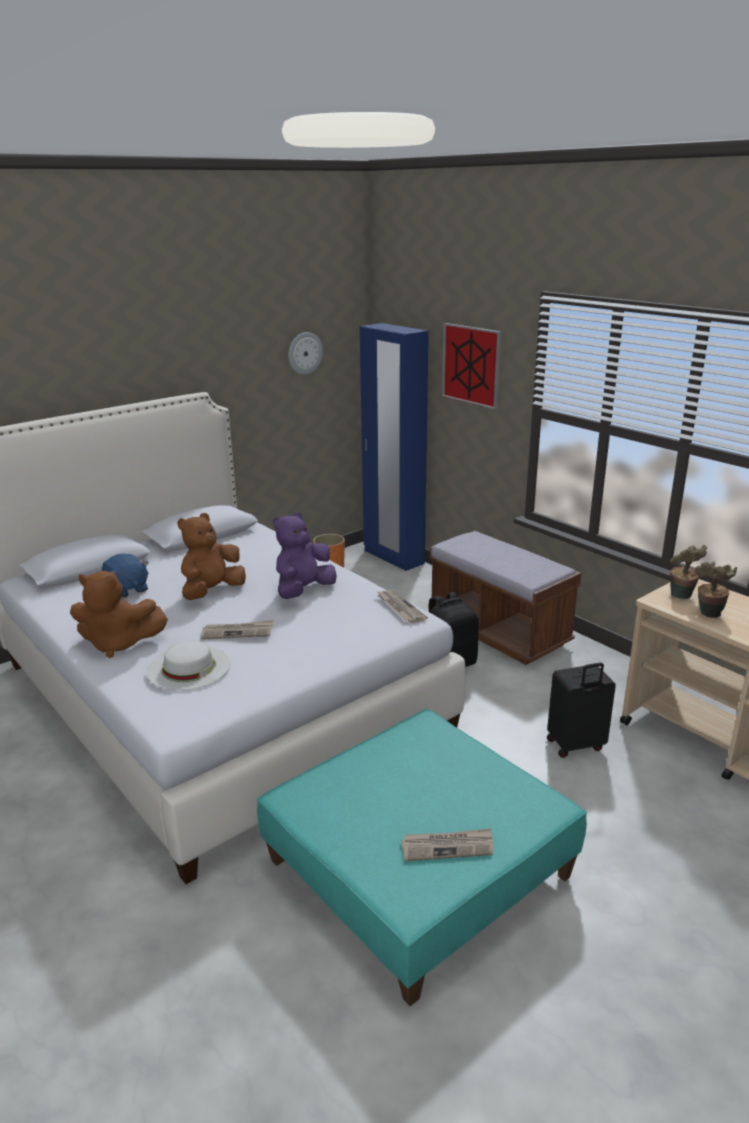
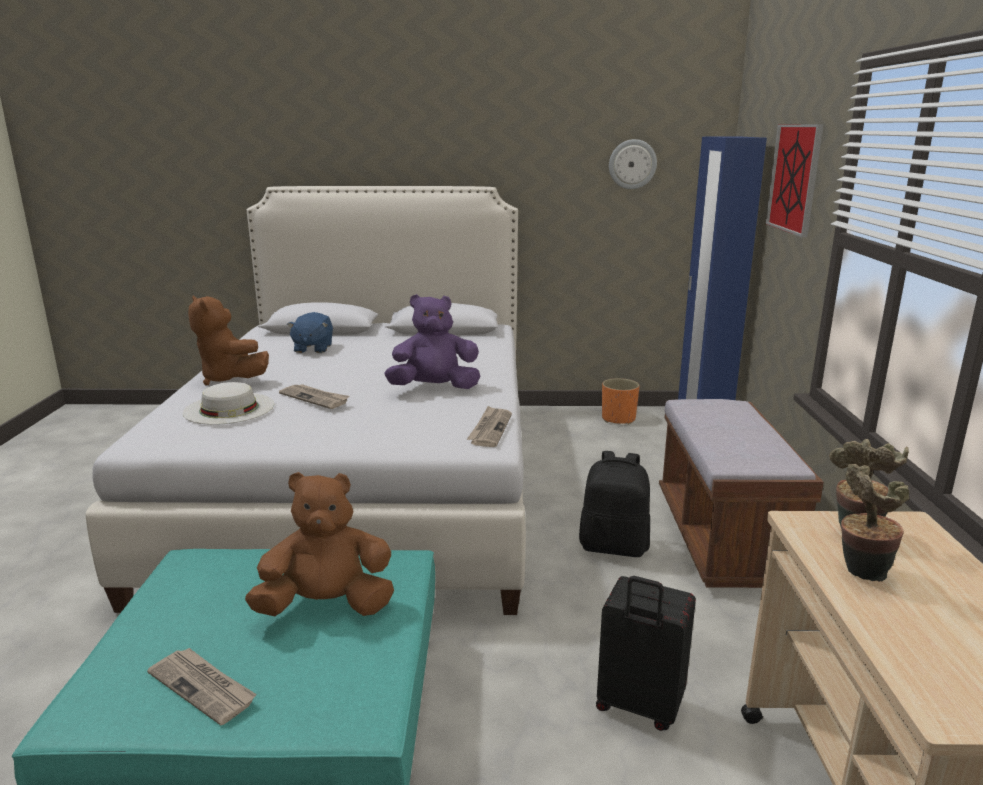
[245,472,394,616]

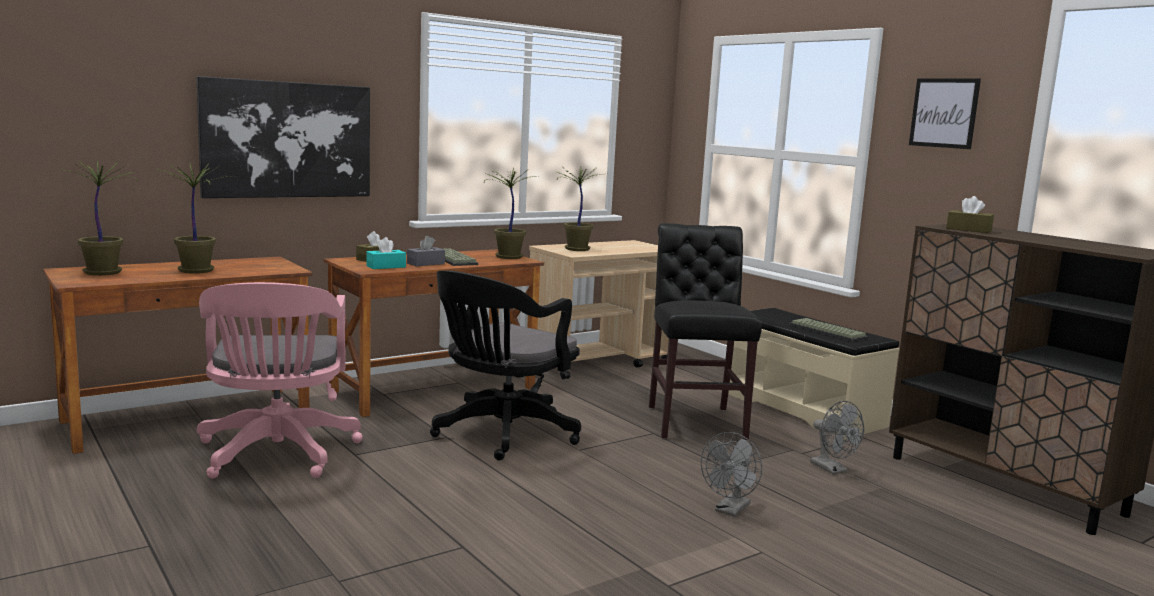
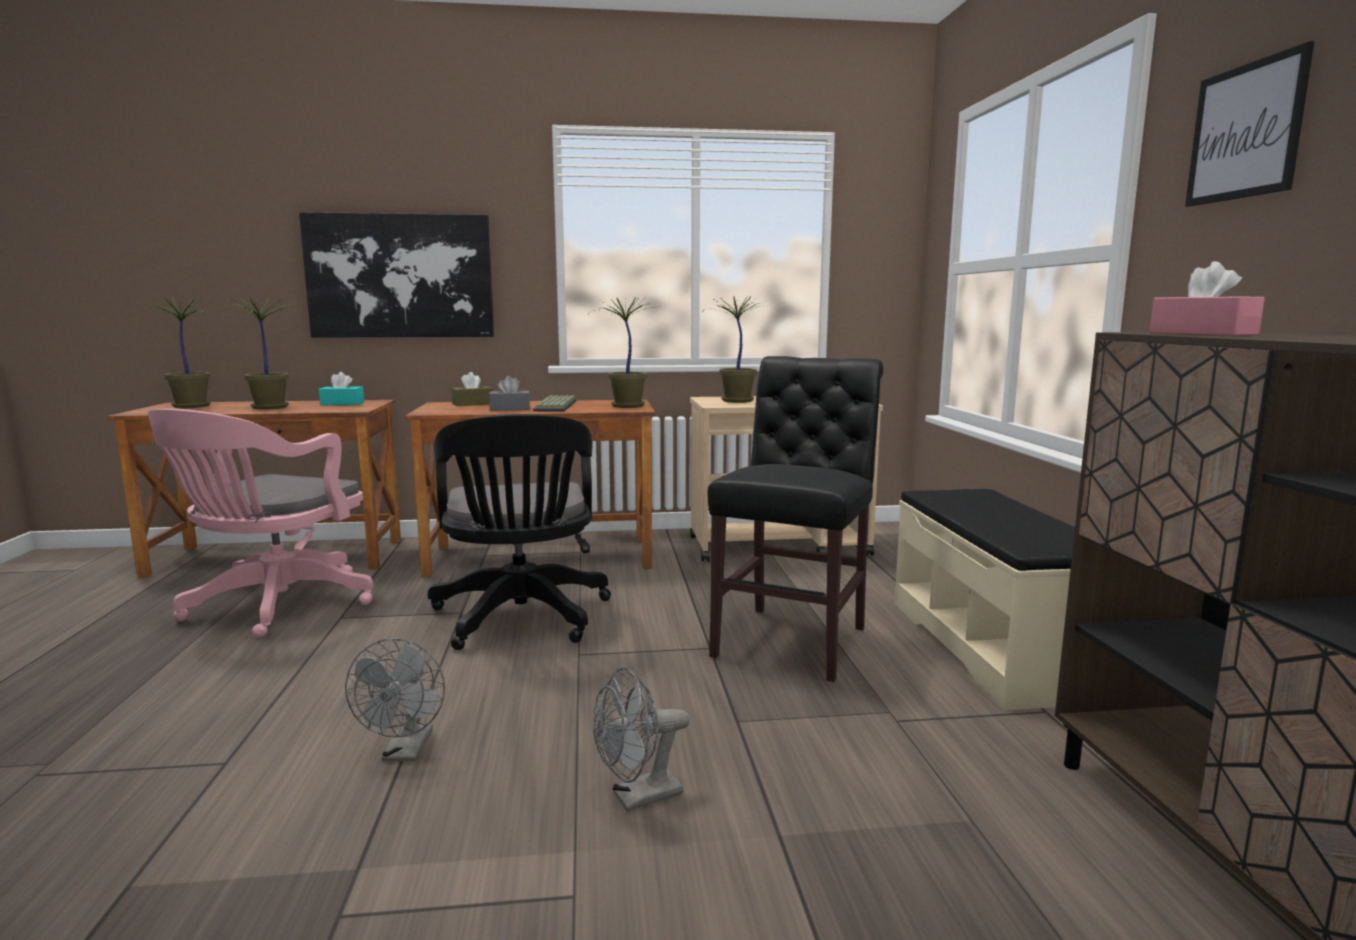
[790,318,868,342] (first image)
[319,372,364,405]
[345,638,445,761]
[1150,261,1265,336]
[428,414,611,650]

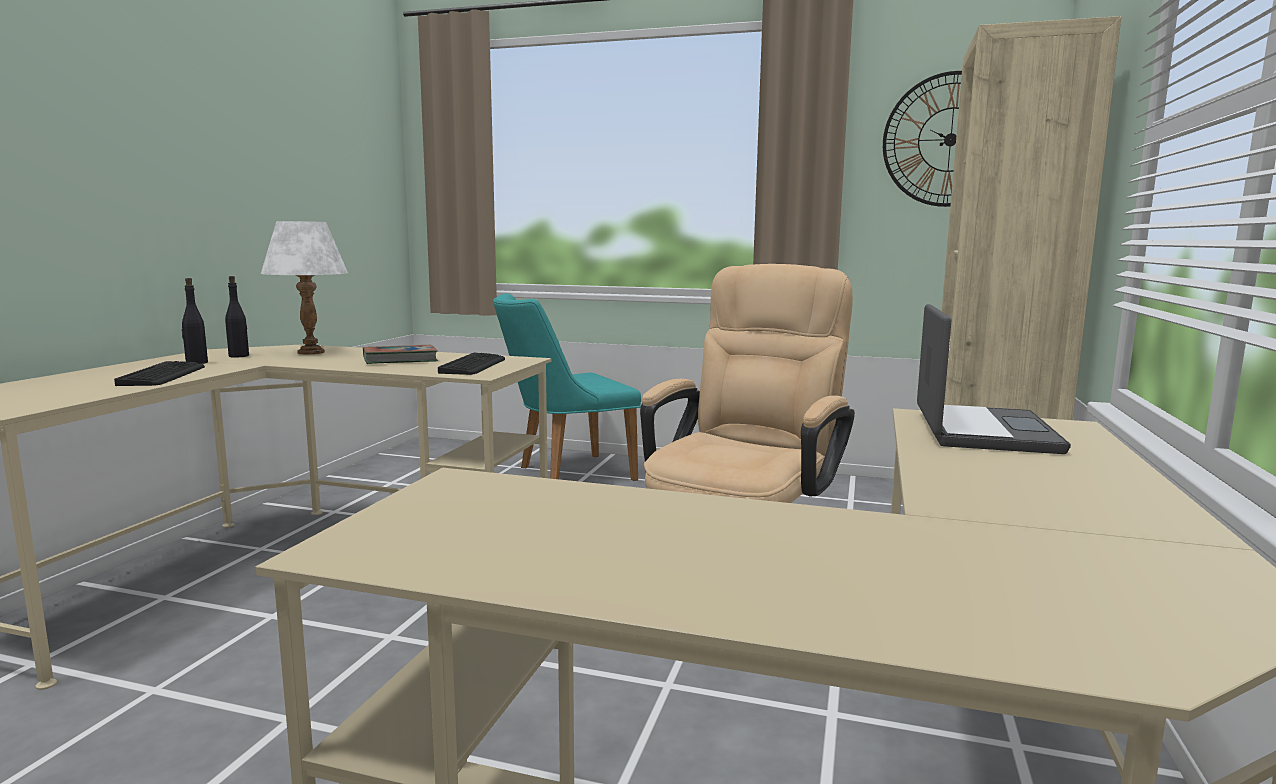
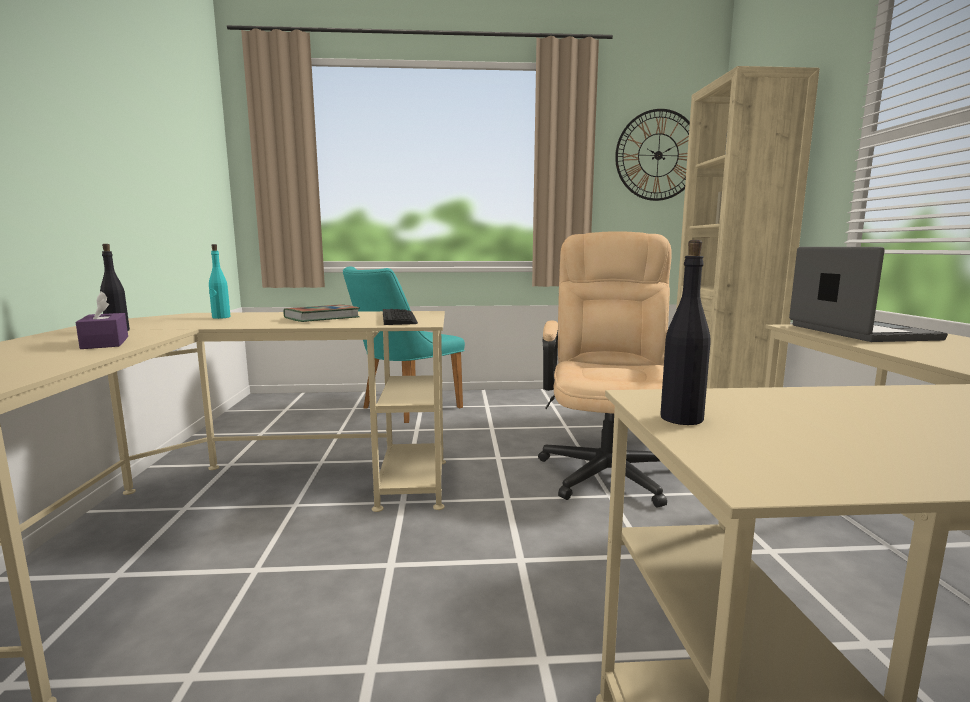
[660,240,710,425]
[76,292,128,349]
[209,244,230,319]

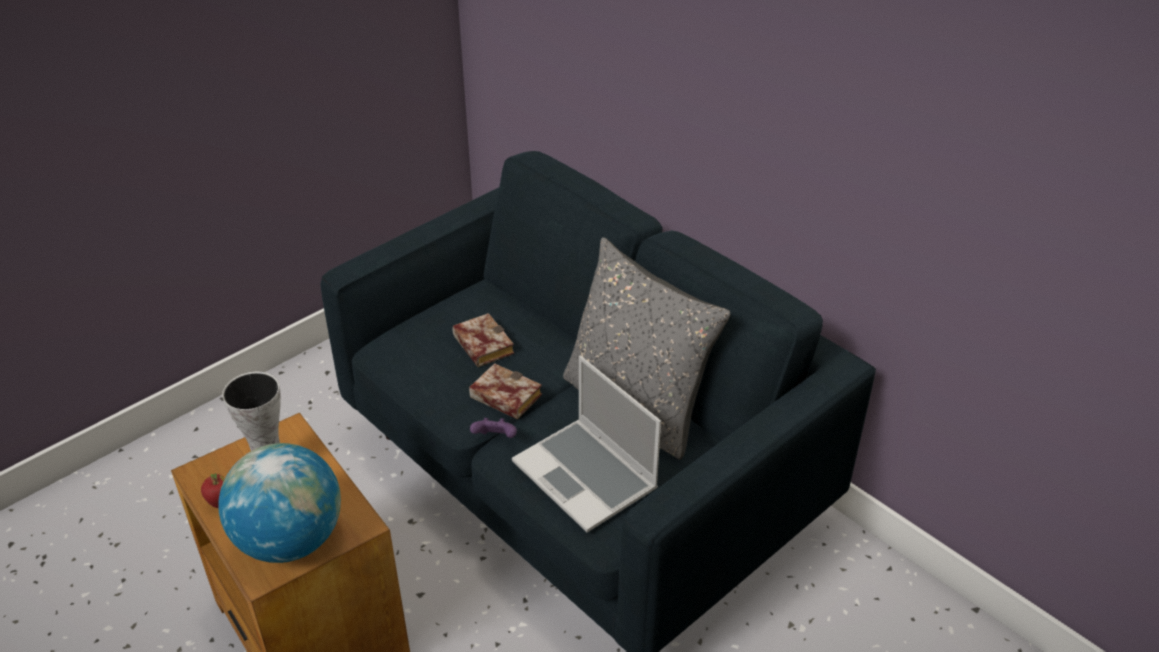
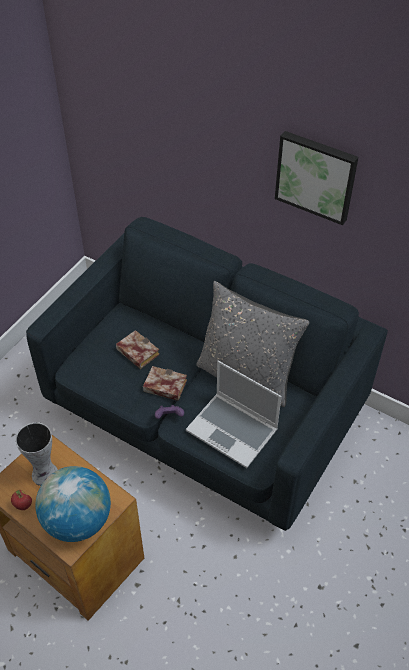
[275,131,358,225]

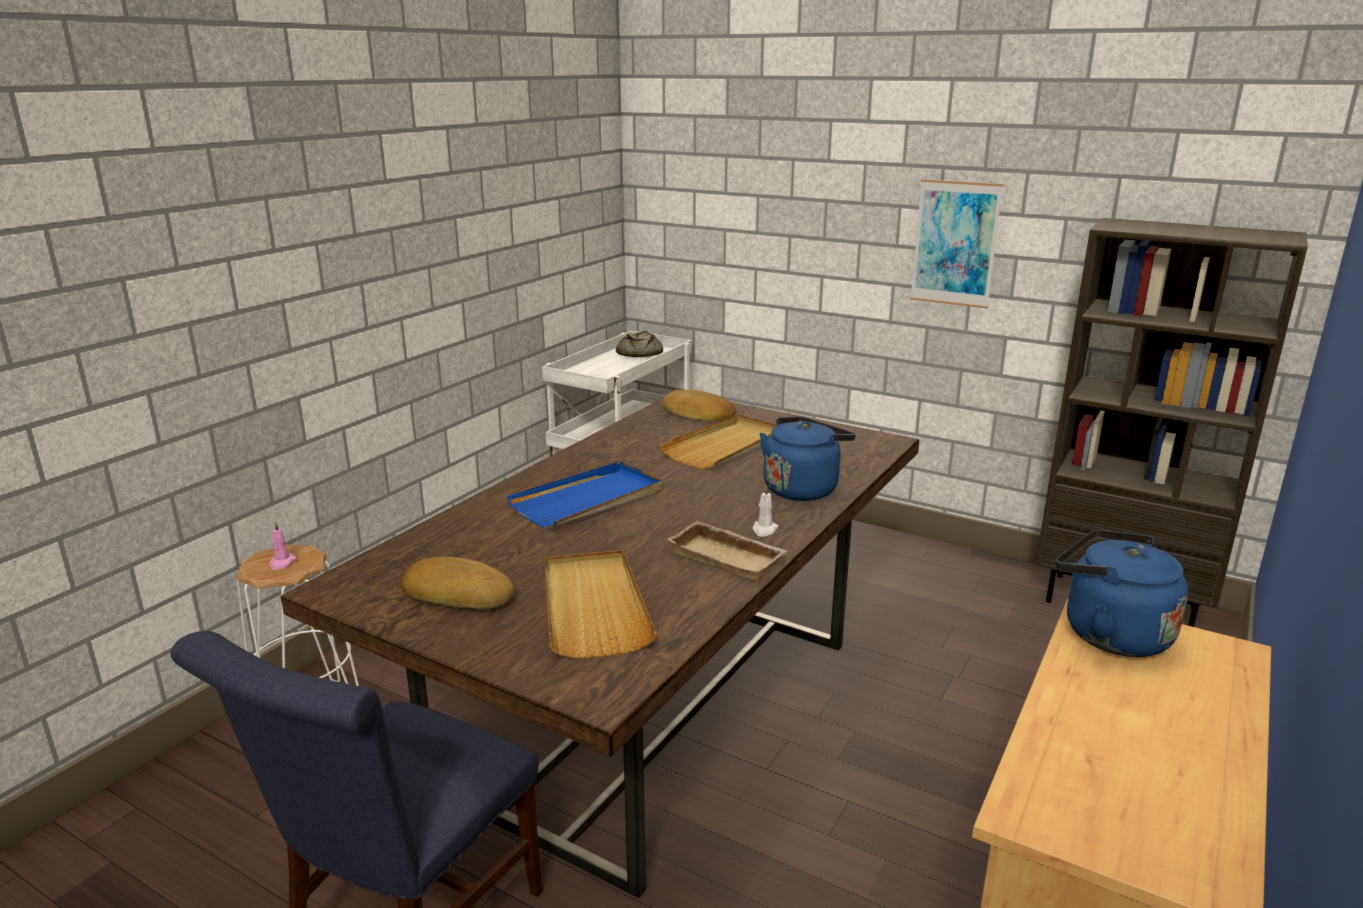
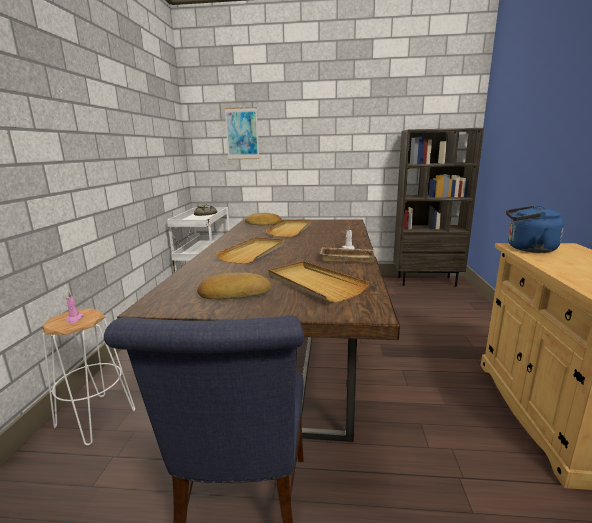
[760,417,856,501] (first image)
[224,107,259,160]
[216,237,285,264]

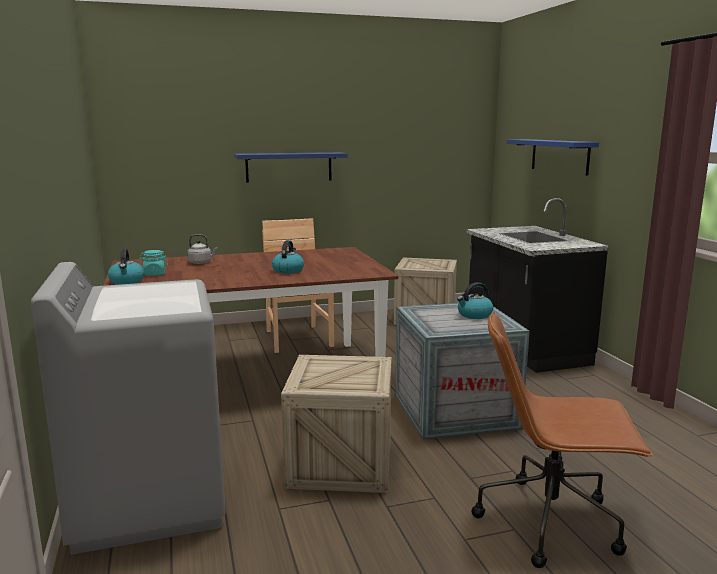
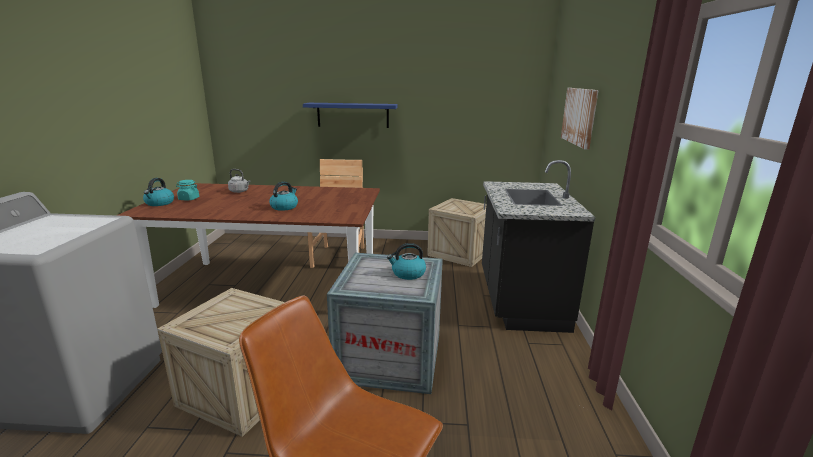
[561,88,599,149]

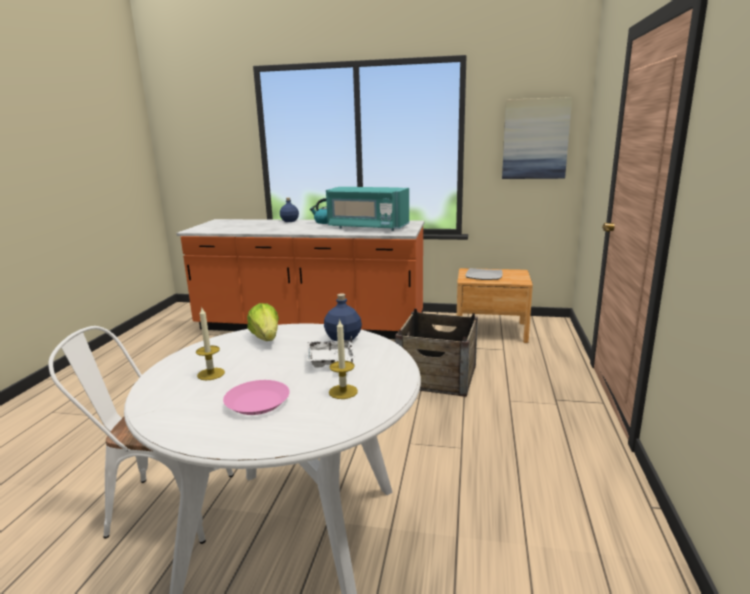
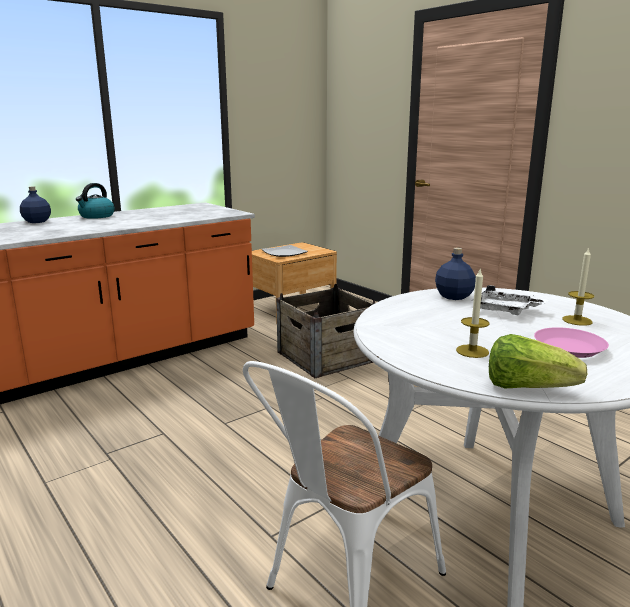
[326,187,409,231] (first image)
[502,97,572,179] (first image)
[489,334,587,388]

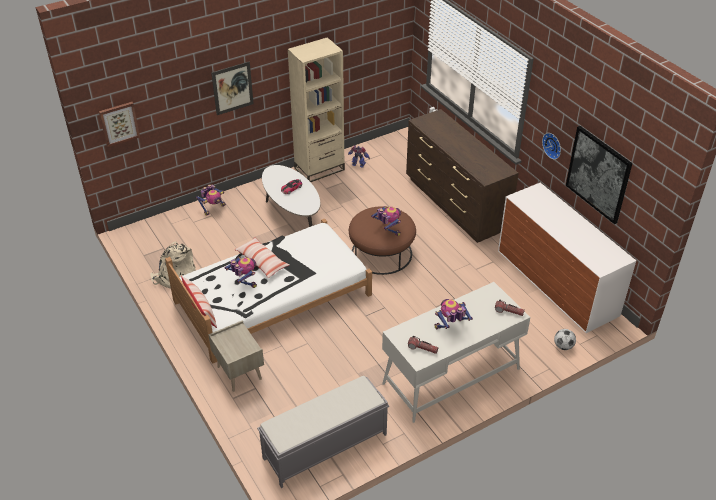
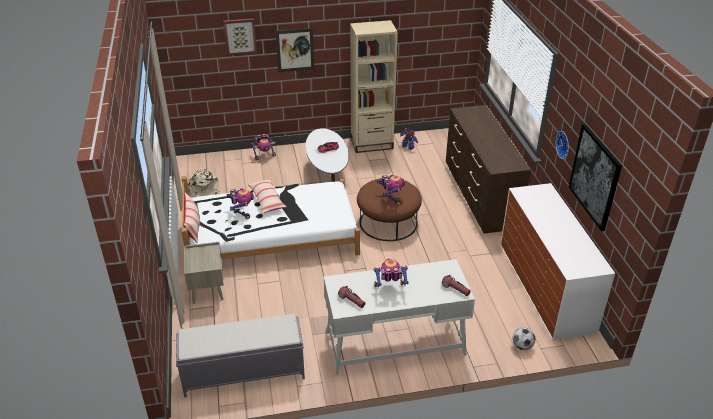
[223,18,257,56]

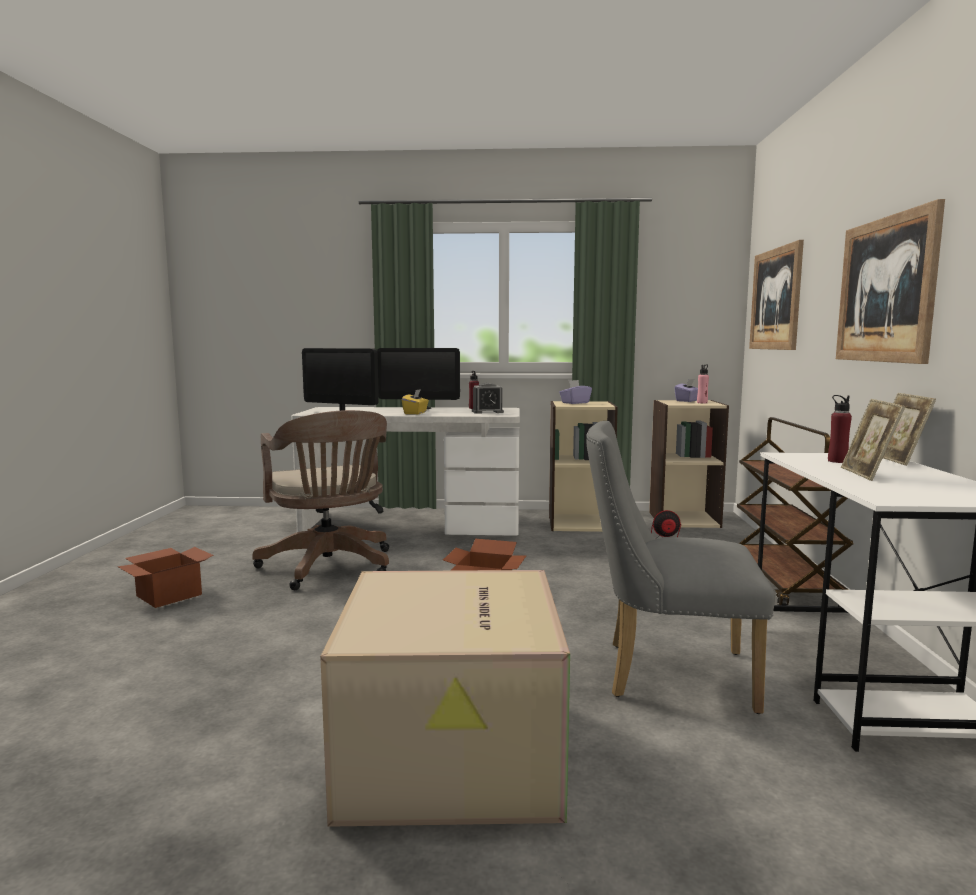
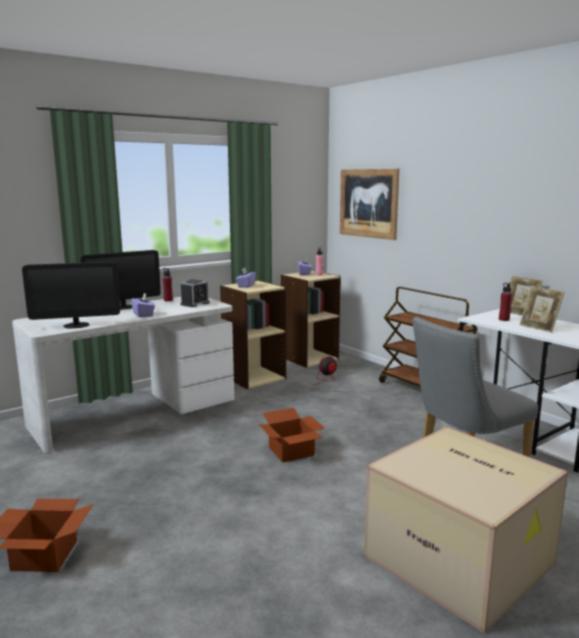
[252,410,389,590] (first image)
[836,199,945,364] (first image)
[131,293,155,318]

